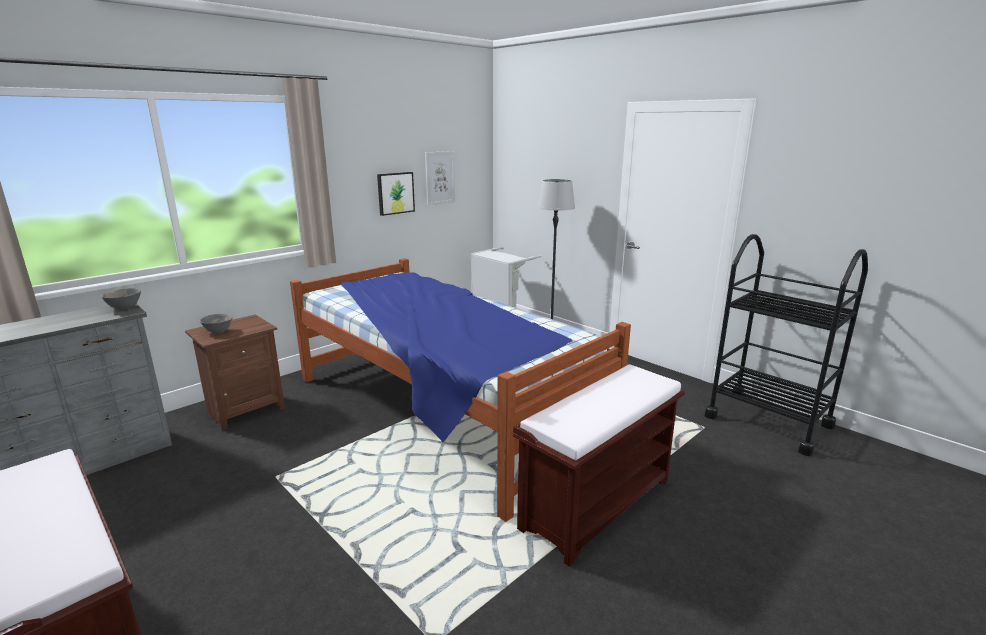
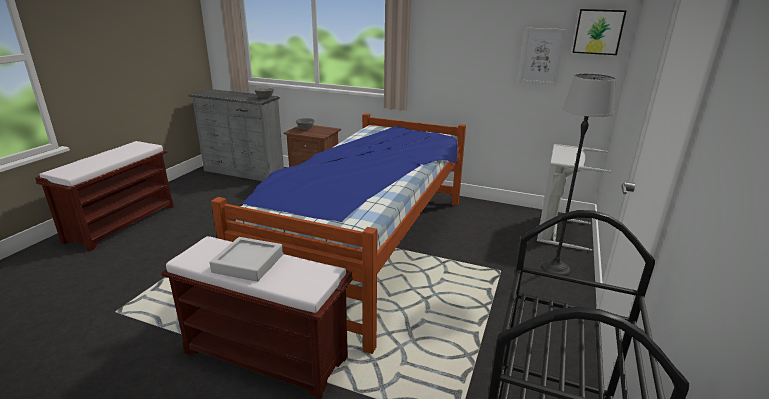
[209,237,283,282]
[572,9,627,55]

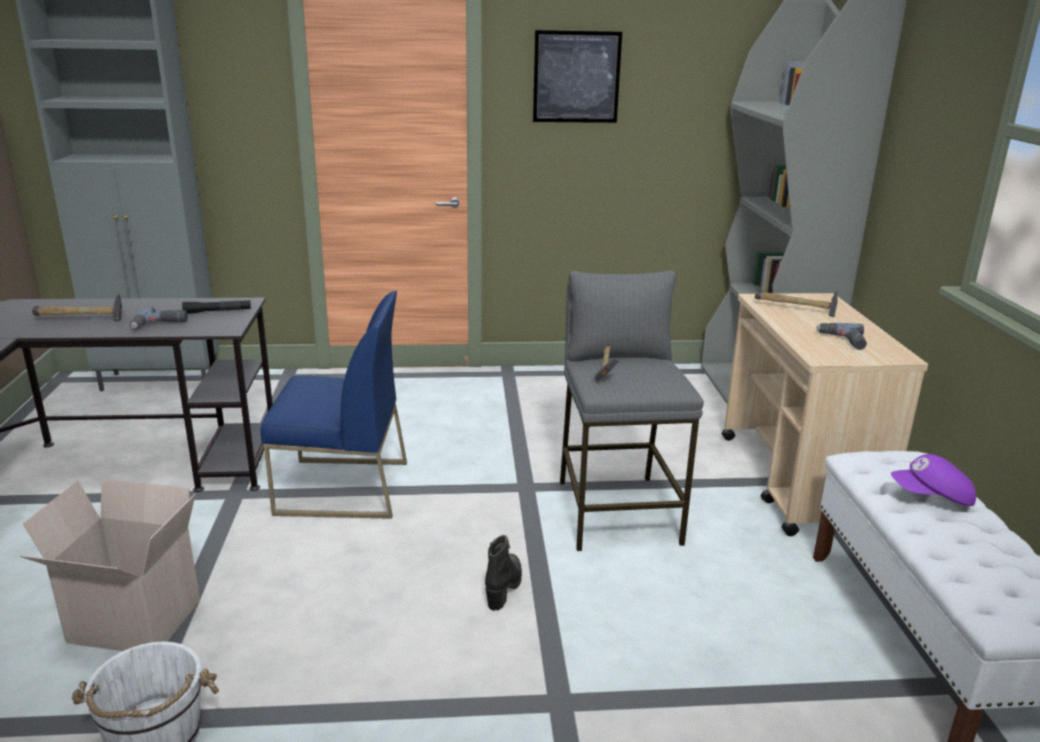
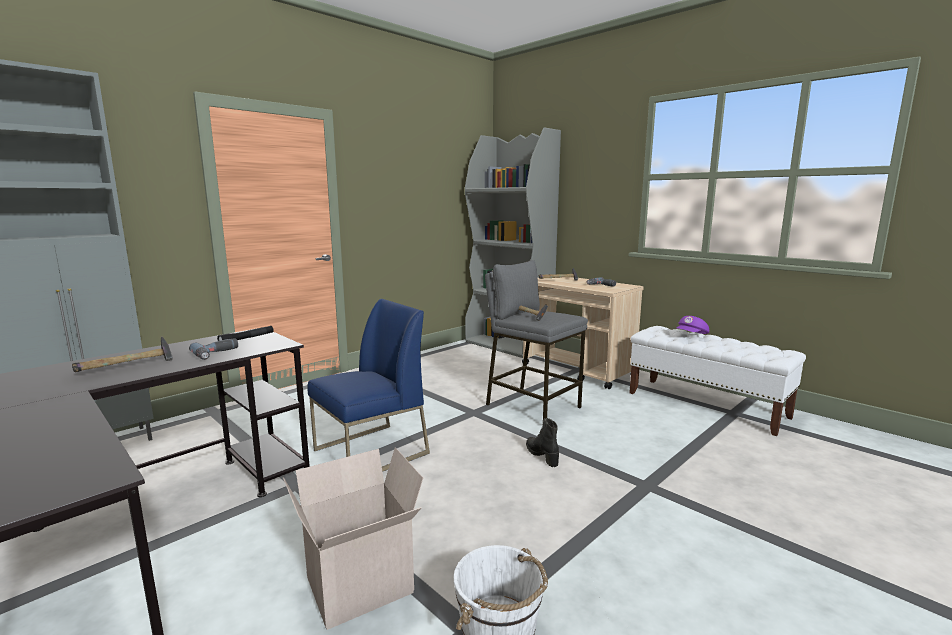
[533,30,622,123] (first image)

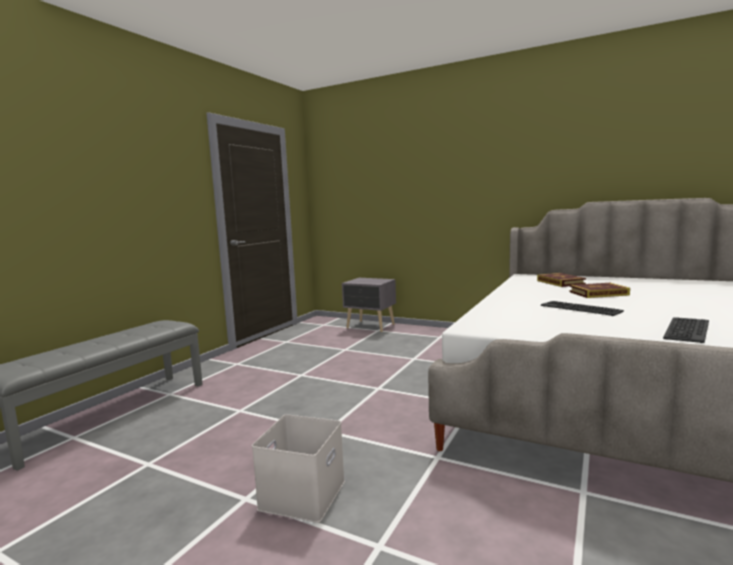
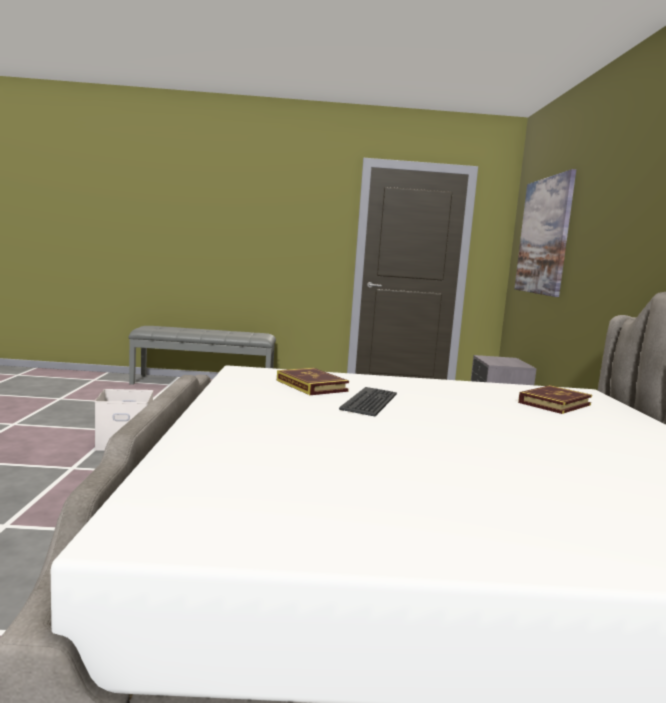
[663,317,709,343] (first image)
[514,169,576,297]
[277,368,349,395]

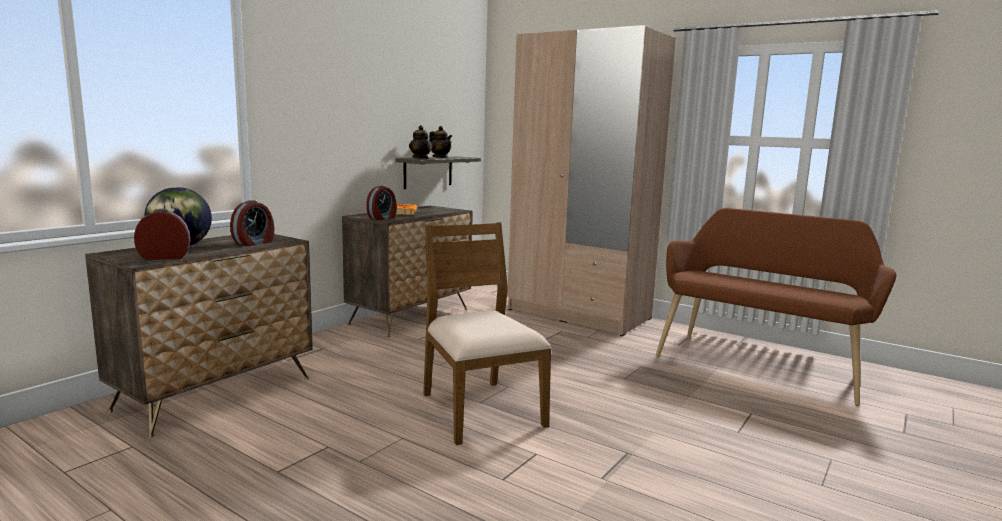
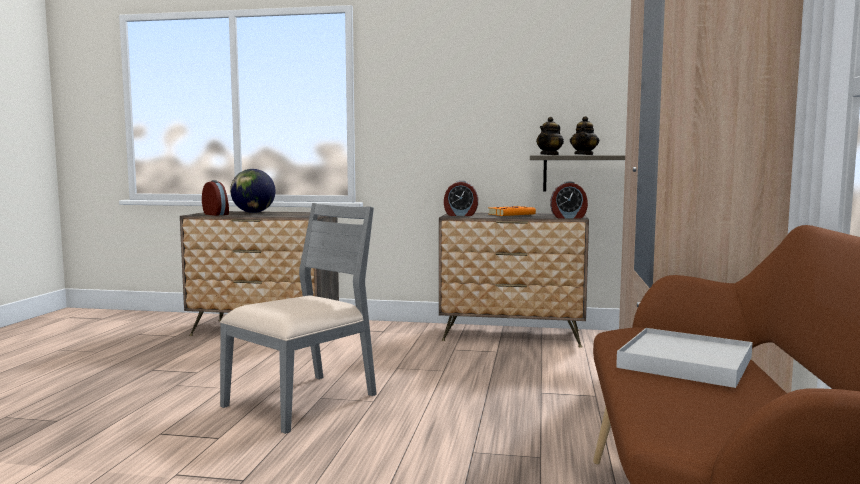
[616,328,752,388]
[550,181,588,219]
[220,203,377,434]

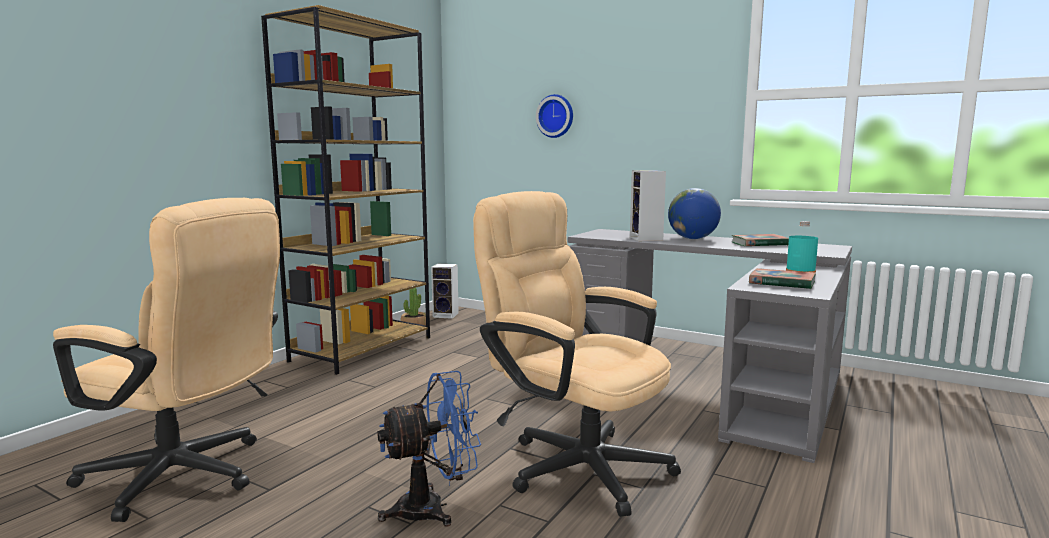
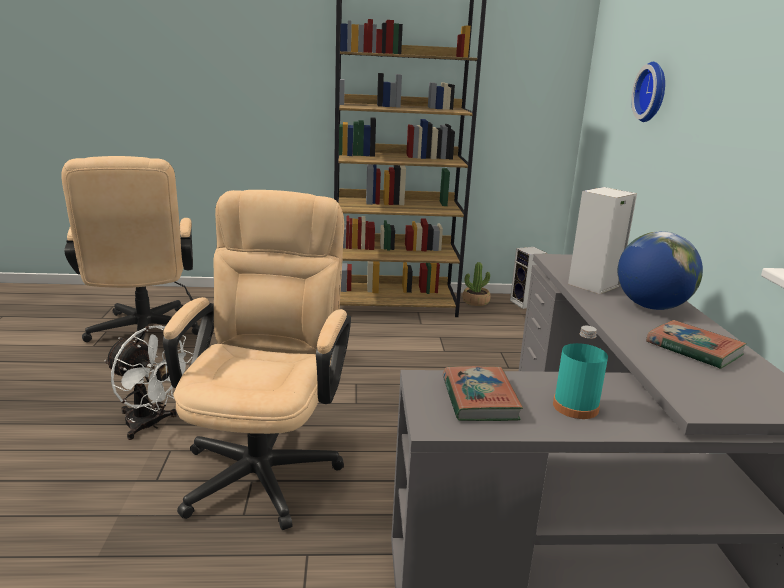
[104,325,193,440]

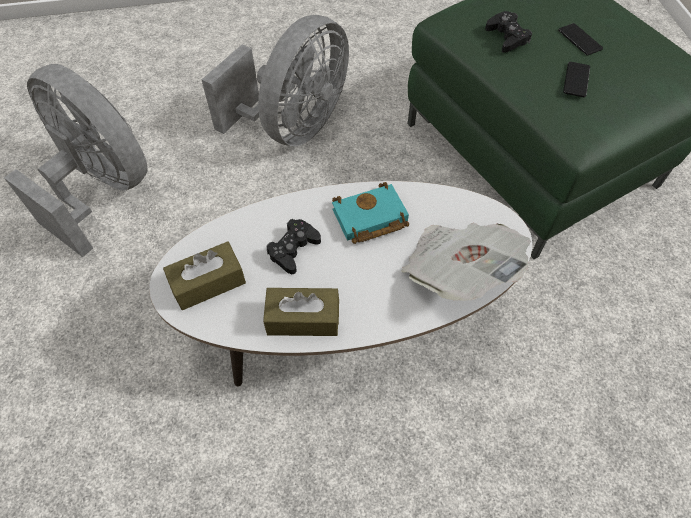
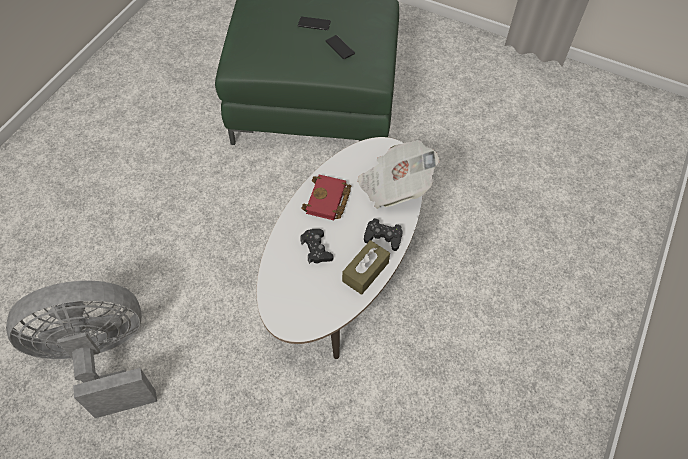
[163,241,246,310] (first image)
[201,15,349,146] (first image)
[364,218,403,251]
[301,175,351,220]

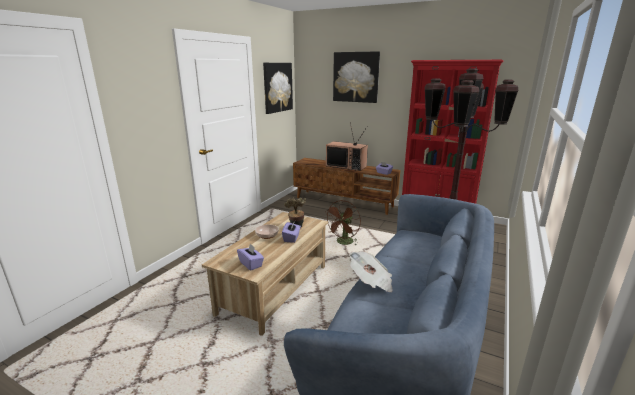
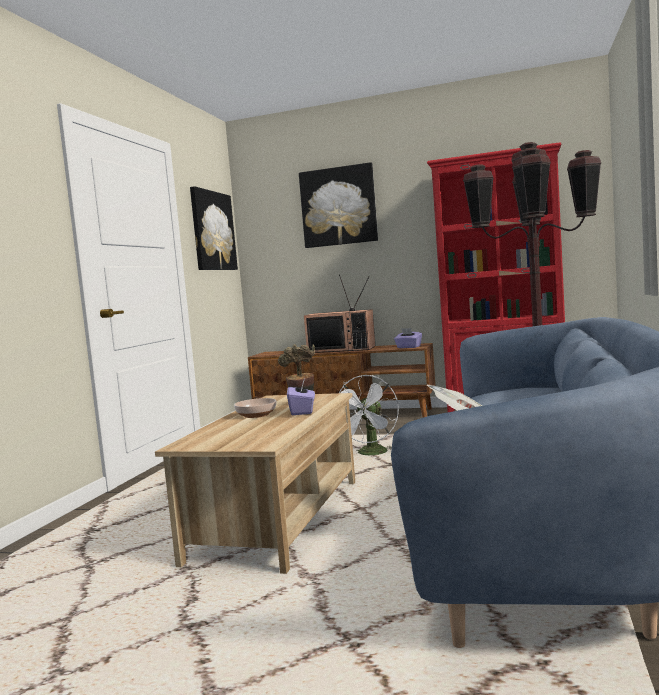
[237,244,264,271] (first image)
[339,375,399,455]

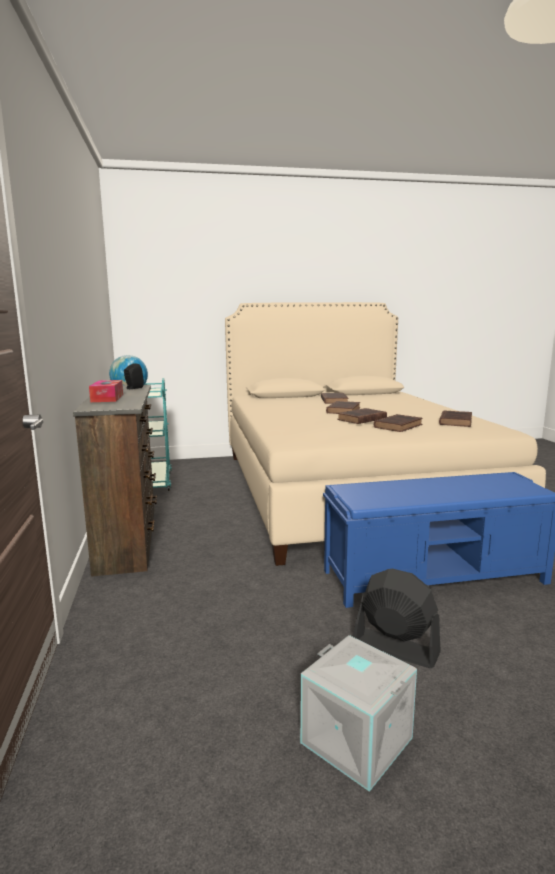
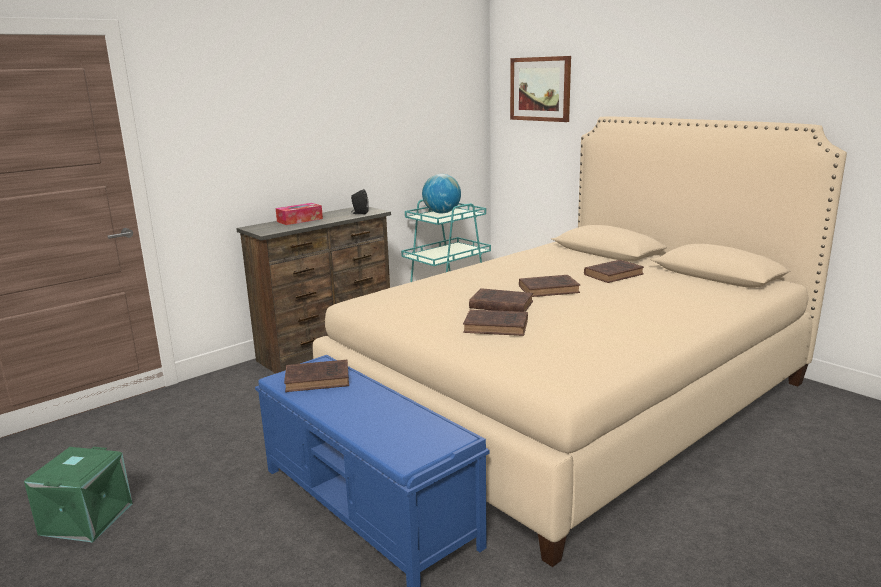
[353,569,441,668] (first image)
[510,56,571,122]
[284,360,349,392]
[24,447,133,542]

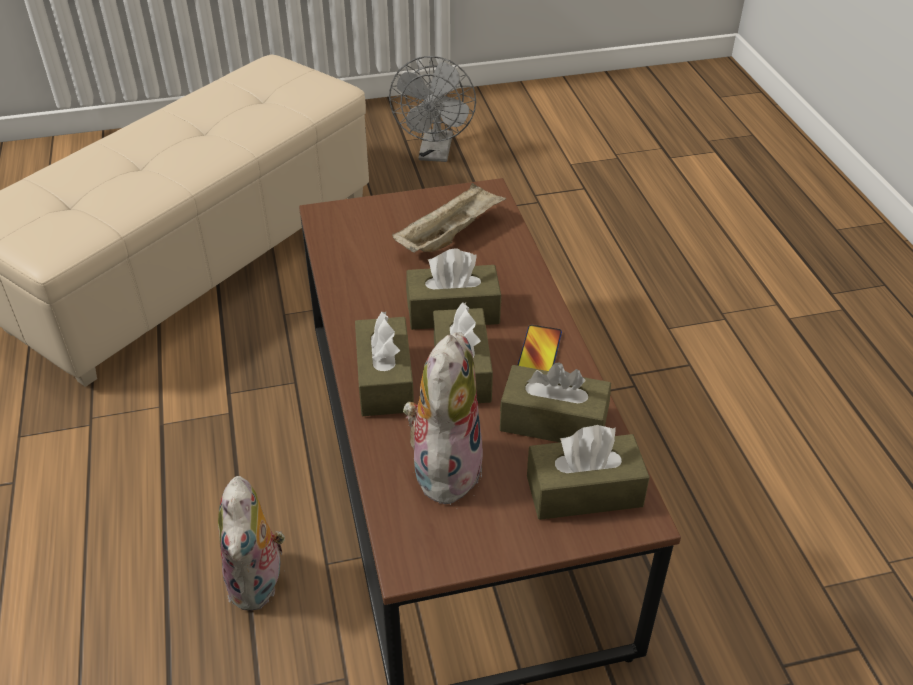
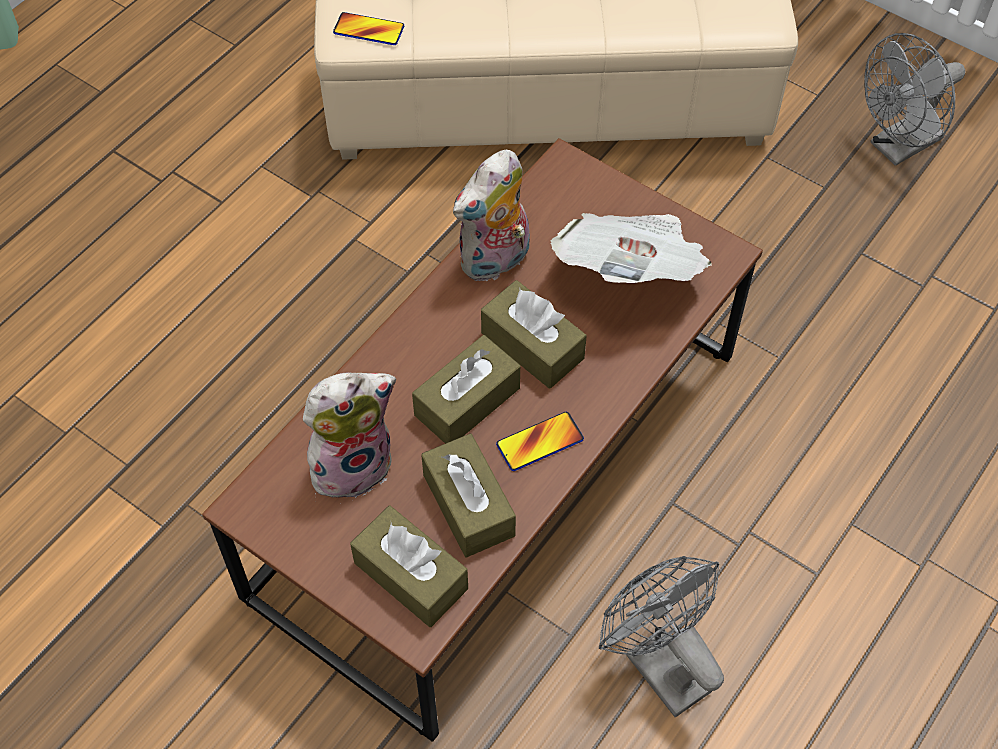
[355,312,414,416] (first image)
[333,12,404,45]
[599,556,724,717]
[453,150,530,283]
[551,213,712,283]

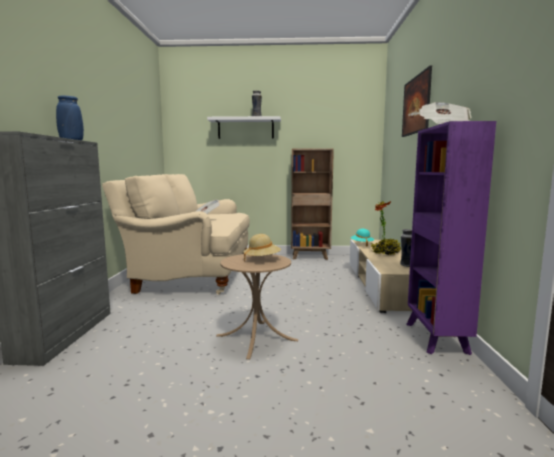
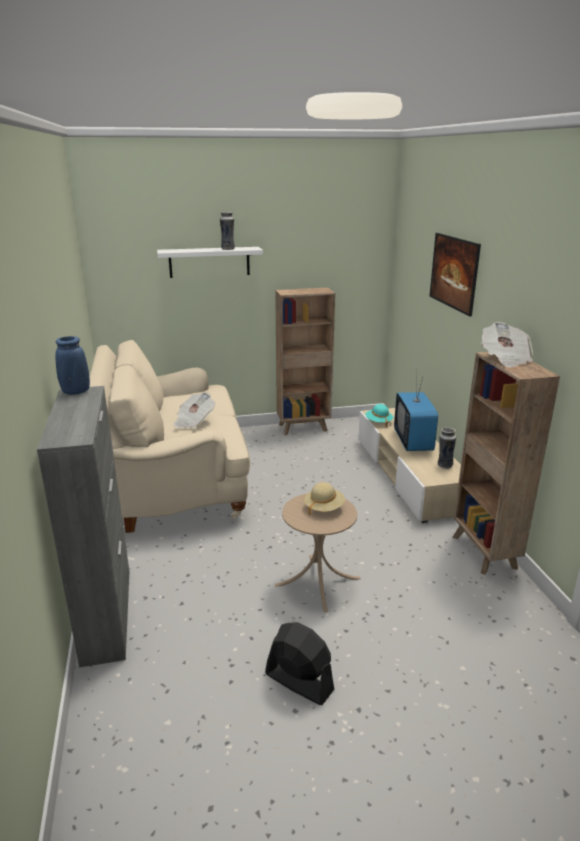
[265,622,334,705]
[394,368,438,451]
[452,352,560,575]

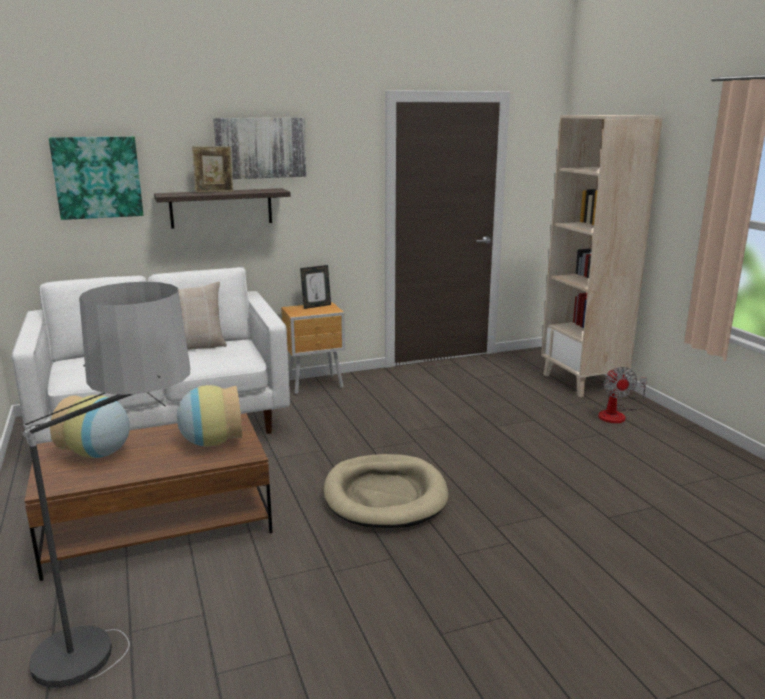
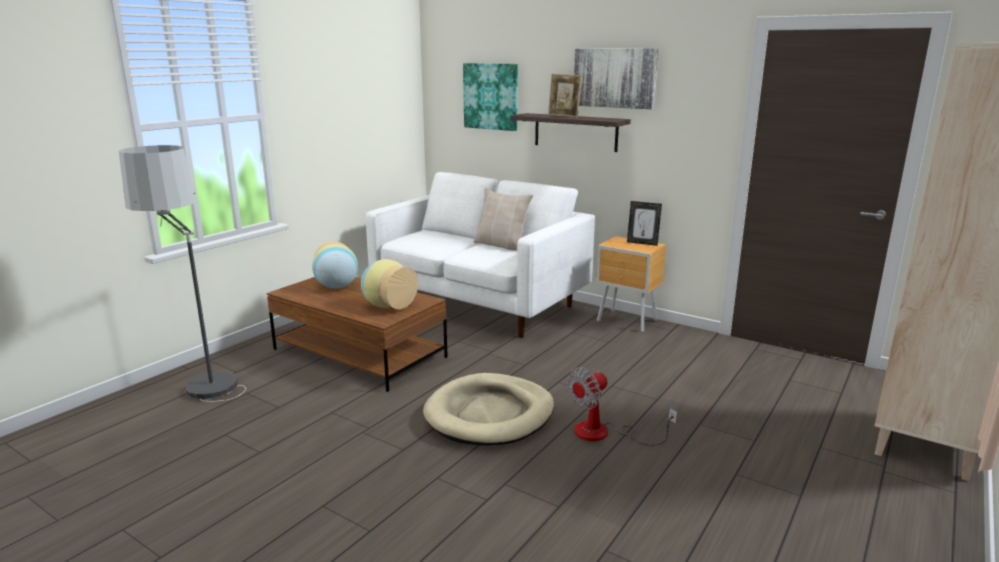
[567,367,677,446]

